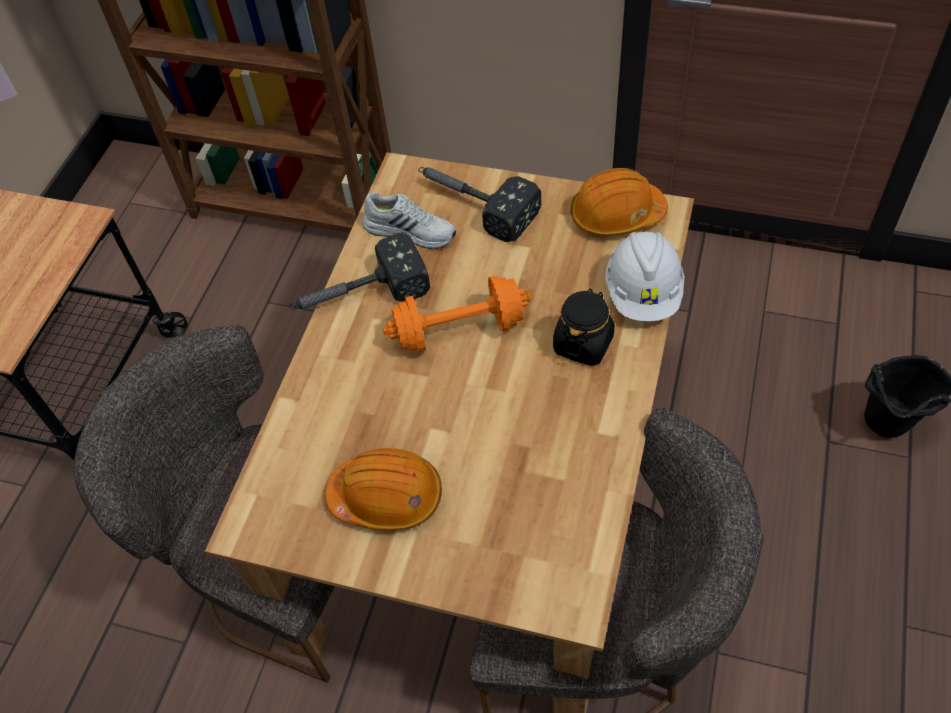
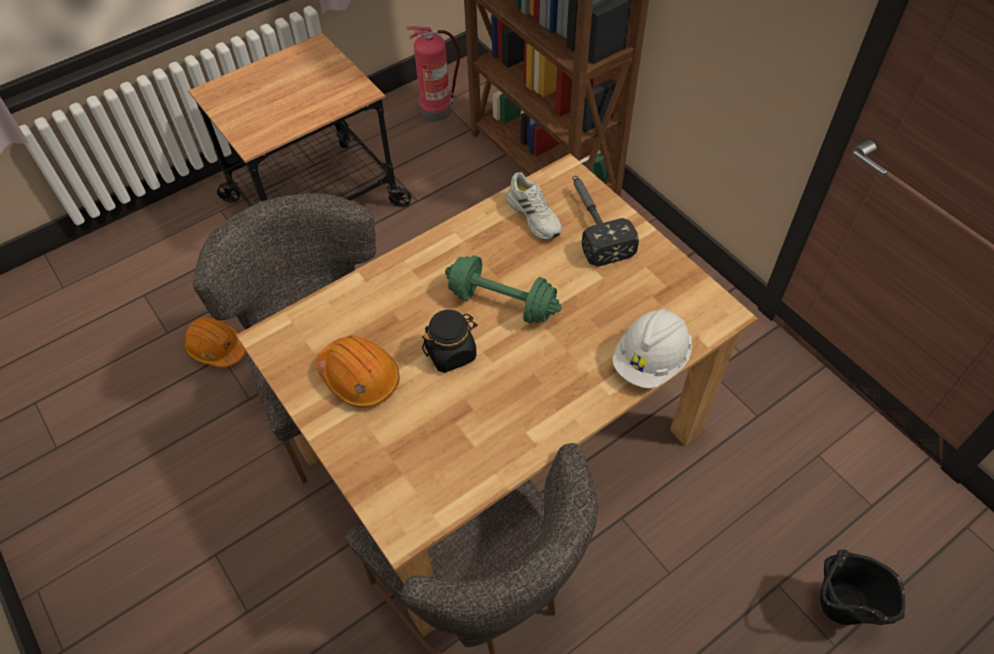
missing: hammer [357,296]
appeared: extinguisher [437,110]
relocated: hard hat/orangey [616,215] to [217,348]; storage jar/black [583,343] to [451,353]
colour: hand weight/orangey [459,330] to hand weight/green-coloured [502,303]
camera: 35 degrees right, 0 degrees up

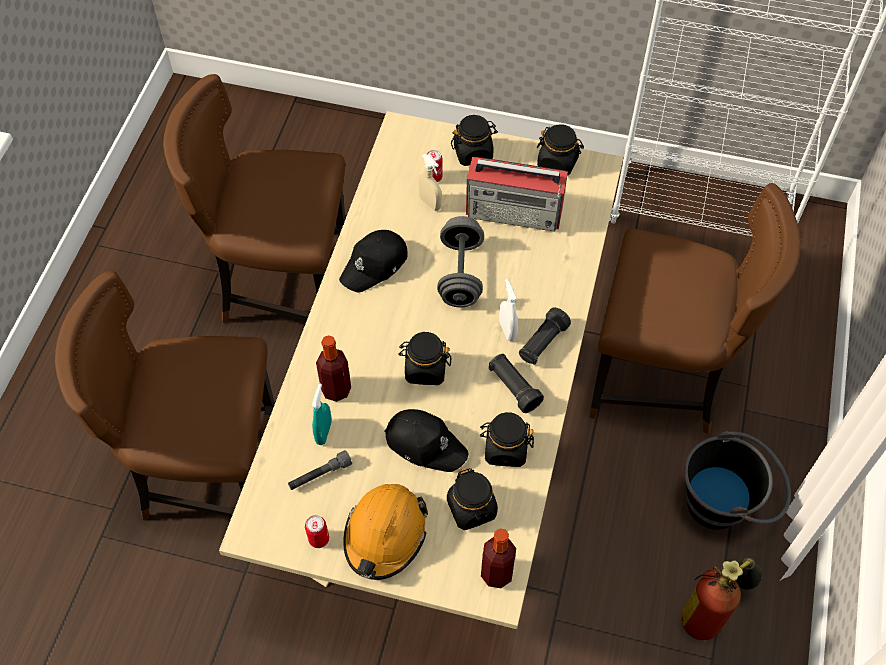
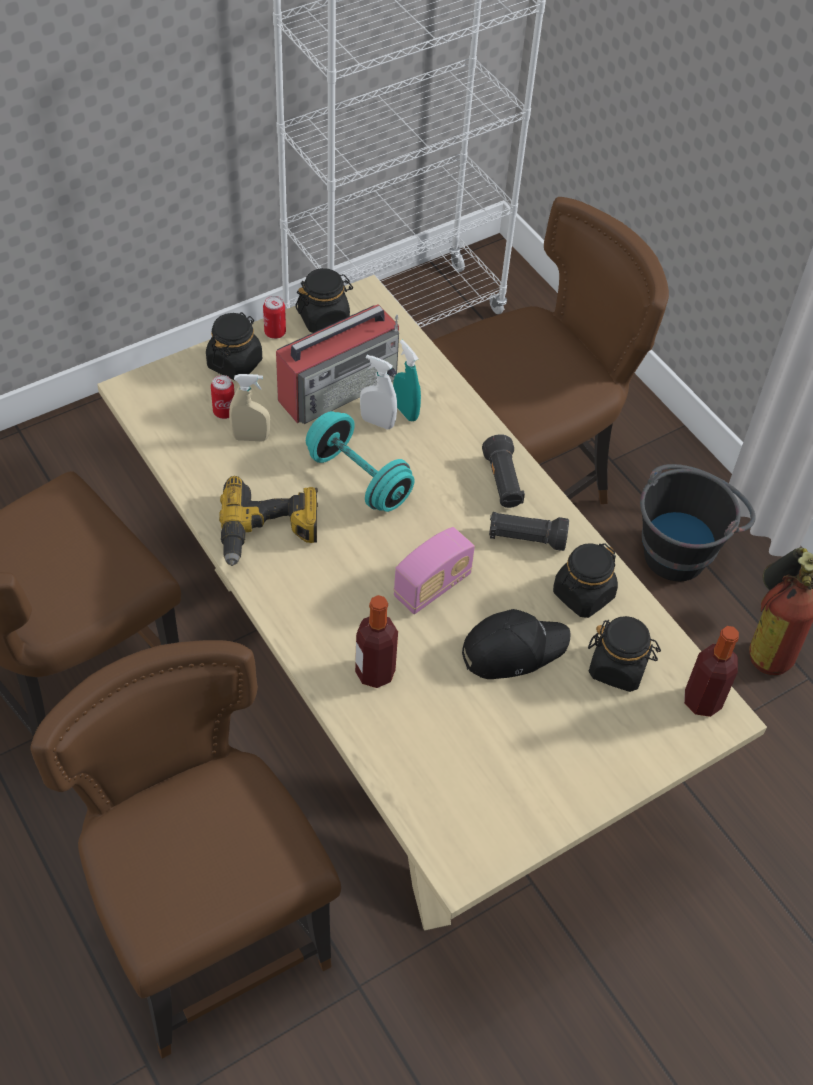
missing: flashlight/grey [320,475]; hard hat/orangey [385,535]
relocated: sprayer/white [507,330] to [377,422]; sprayer/blue-green [323,432] to [405,411]; sealed can [319,539] to [275,332]
exchanged: peaked cap/black [375,265] to electric drill [269,533]; storage jar/black [425,369] to radio receiver [432,586]
colour: hand weight/grey [460,274] to hand weight/blue-green [359,479]
spun: chair/brown [208,473] = [209,933] 105 degrees clockwise
camera: 50 degrees left, 5 degrees down

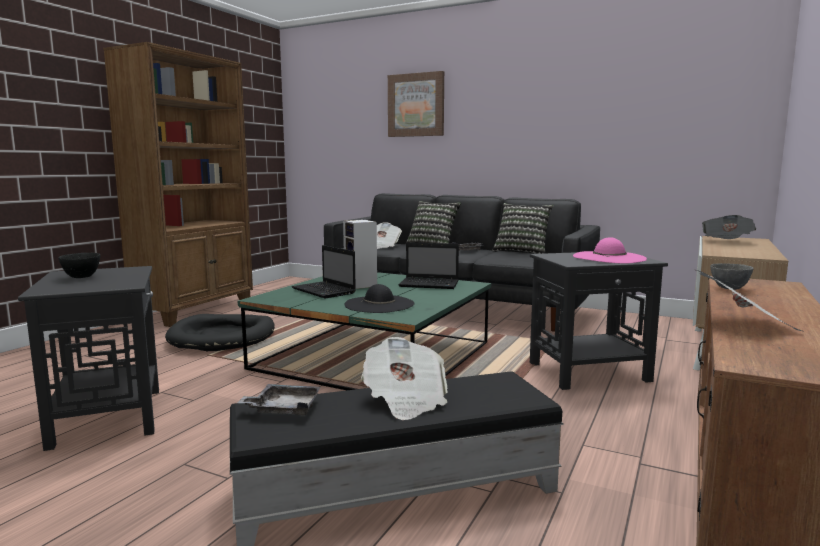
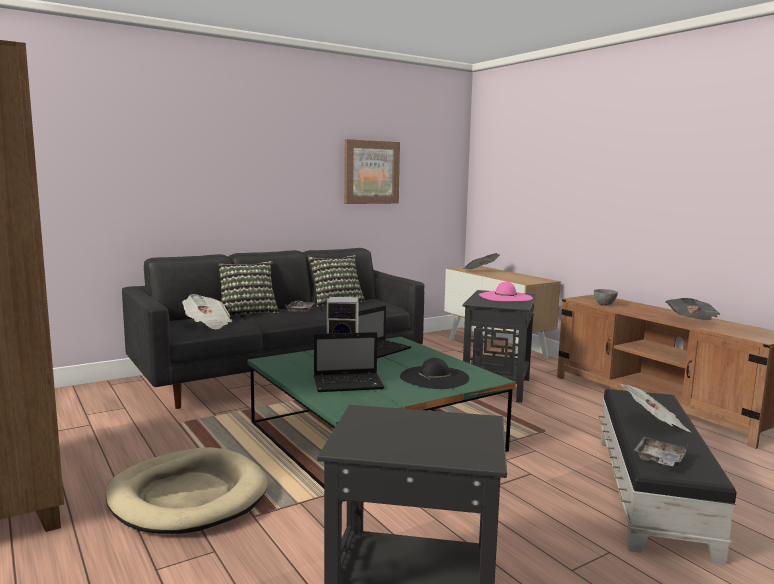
missing: serving bowl/black [82,277]
relocated: picture [416,105] to [371,172]
colour: pet bed/black [223,337] to pet bed/beige-coloured [188,496]
camera: 60 degrees left, 0 degrees up

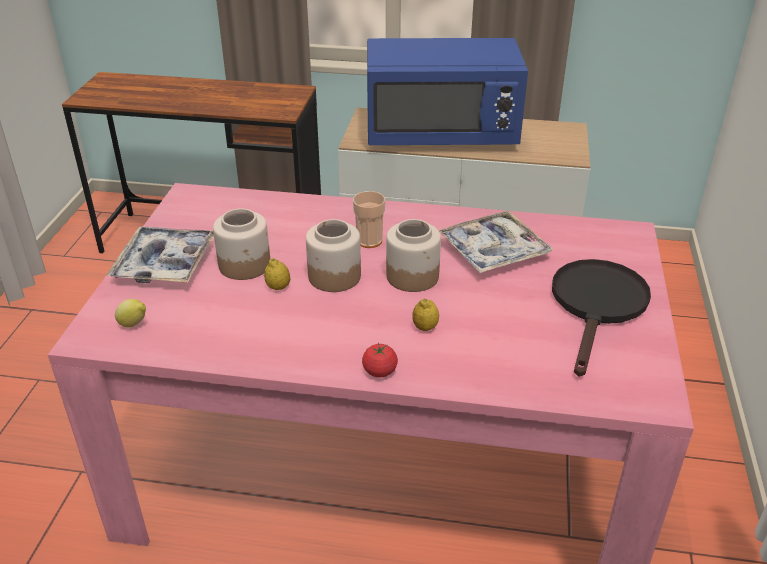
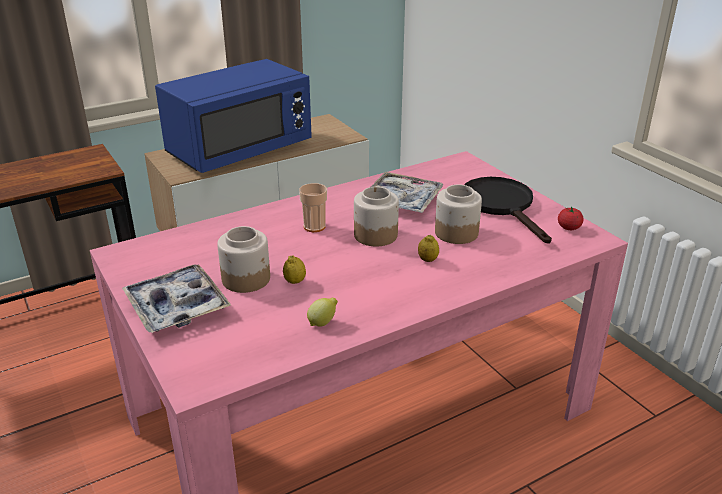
relocated: storage jar [334,276] to [455,233]; whole lemon [134,324] to [323,322]; tomato [379,371] to [569,227]
camera: 40 degrees left, 5 degrees down

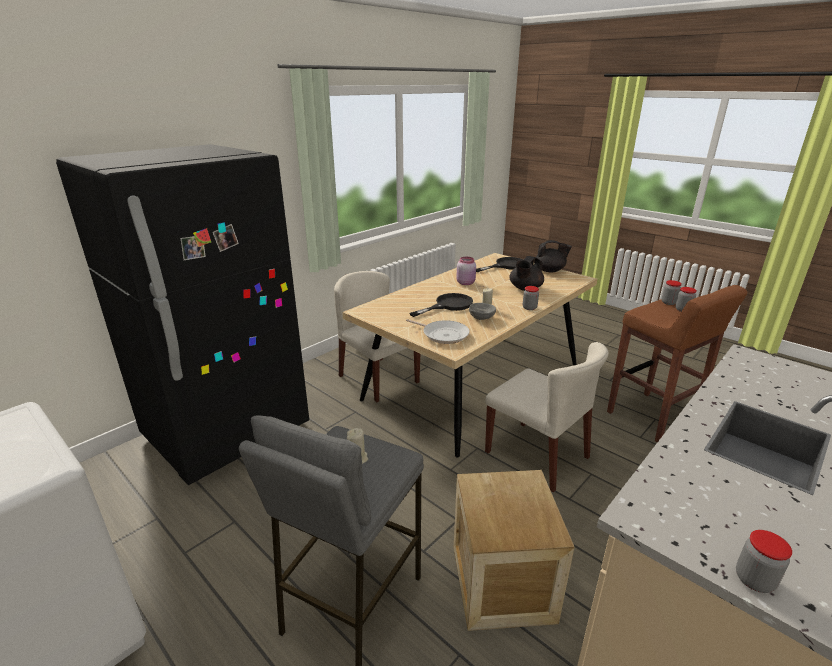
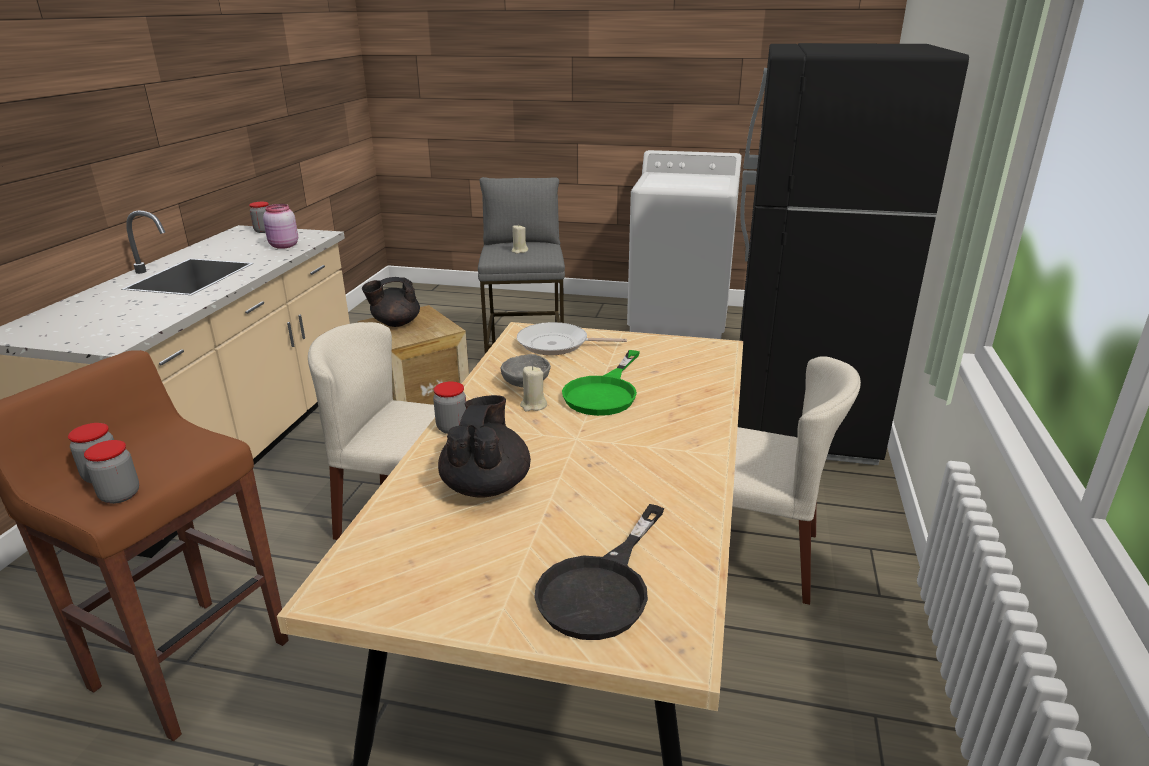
relocated: teapot/black [550,270] to [395,323]; storage jar/pink [466,283] to [283,246]
colour: pan/black [448,305] to pan/green-coloured [604,392]
camera: 150 degrees right, 0 degrees up

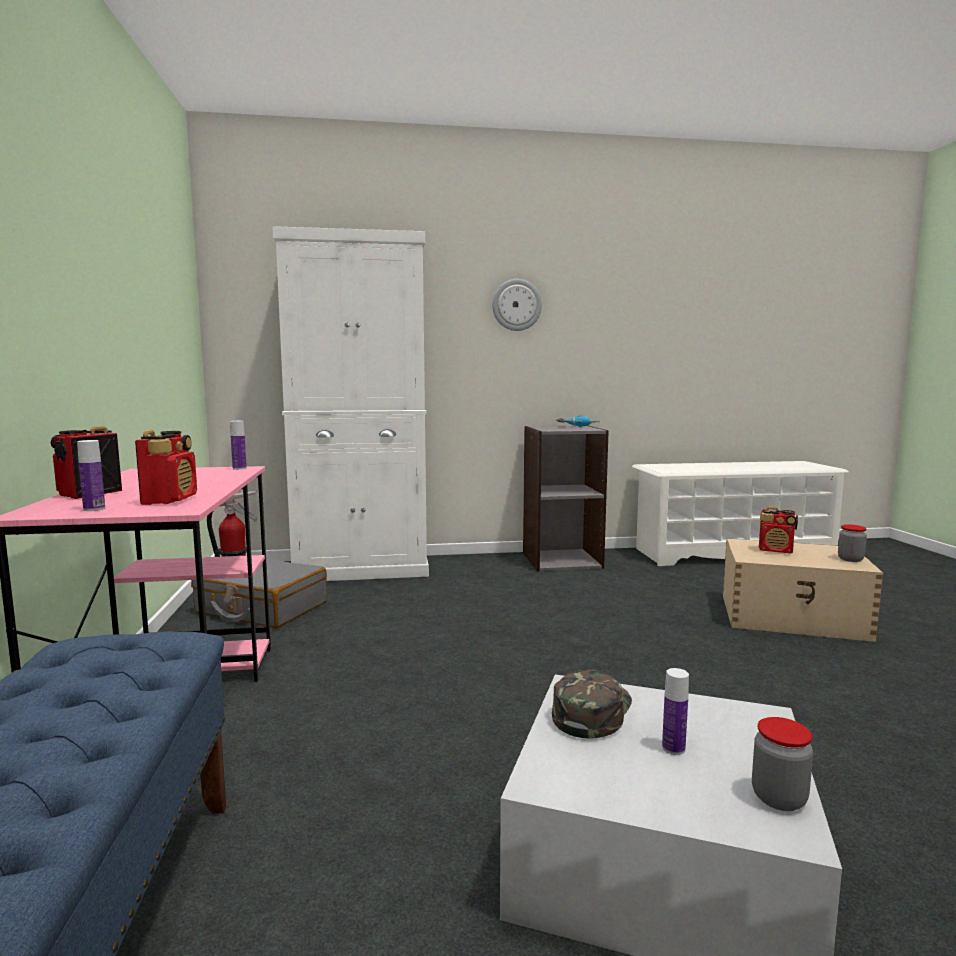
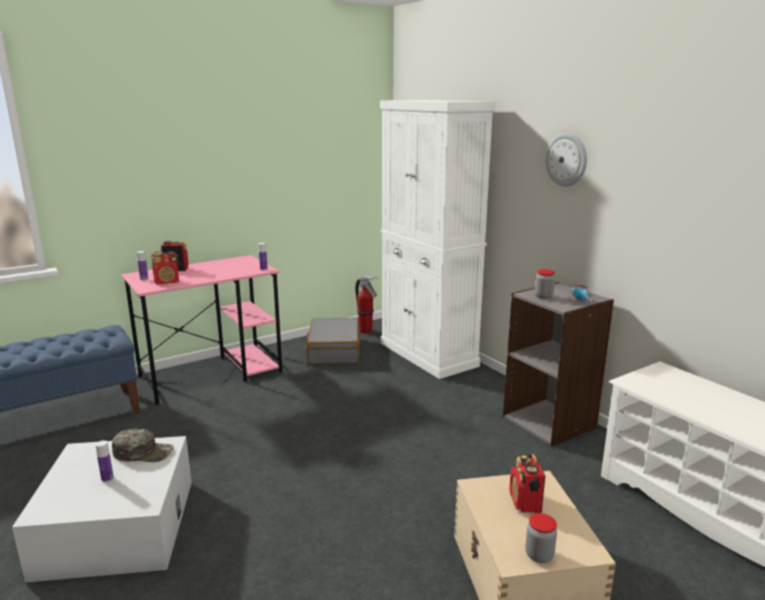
relocated: storage jar [779,798] to [543,296]
camera: 65 degrees right, 10 degrees up

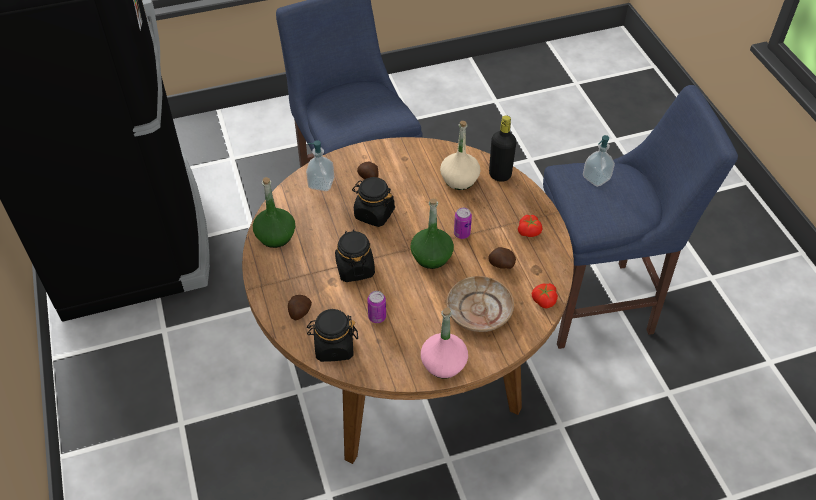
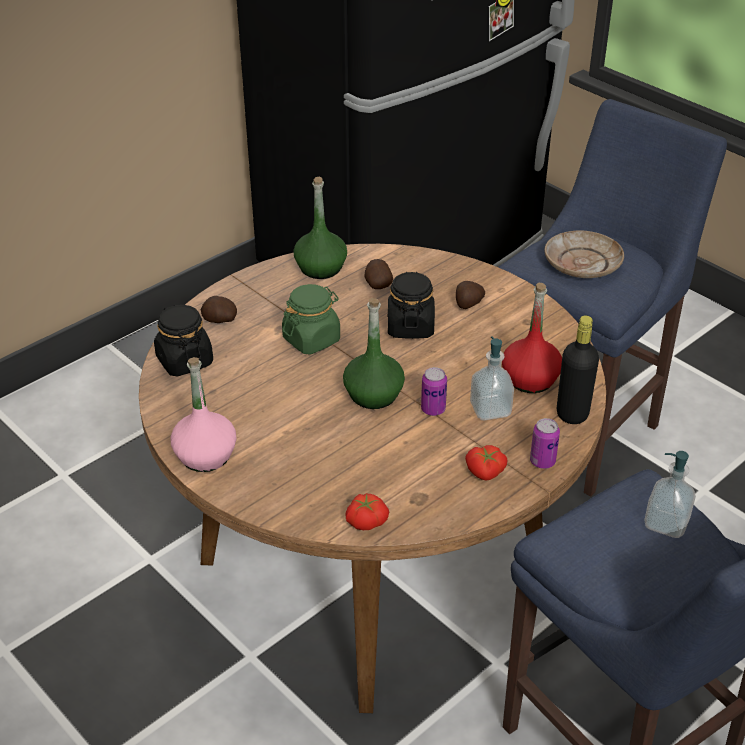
relocated: soap dispenser [321,183] to [490,409]; spud [501,264] to [377,284]; plate/beige-coloured [479,310] to [582,264]; sealed can [377,317] to [542,461]
colour: bottle/beige-coloured [459,179] to bottle/red [530,379]; storage jar/black [355,268] to storage jar/green-coloured [311,339]
camera: 65 degrees right, 10 degrees down

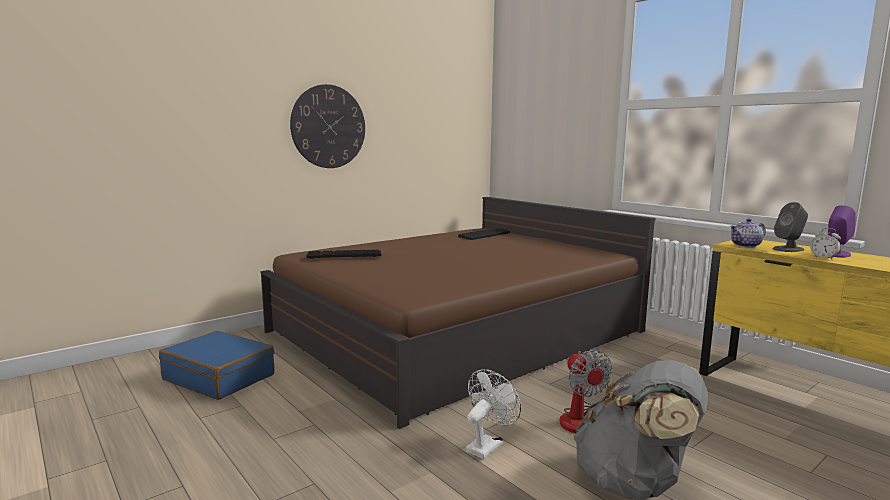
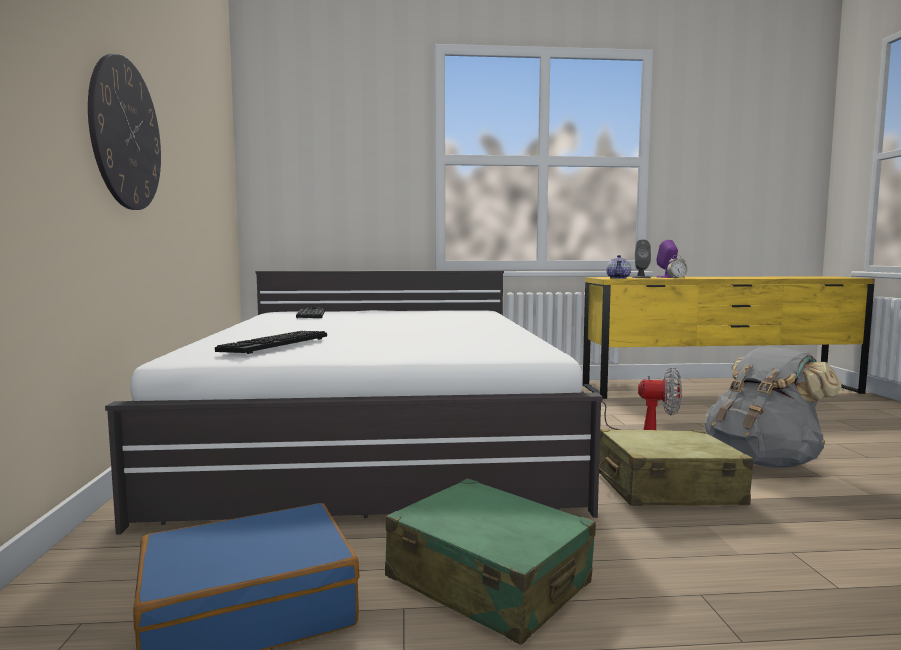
appeared: travel case/green-coloured [488,581]
exchanged: cooling fan/white [487,445] to travel case/beige-coloured [667,489]
colour: bed/brown [458,331] to bed/white [377,433]
camera: 55 degrees left, 5 degrees down

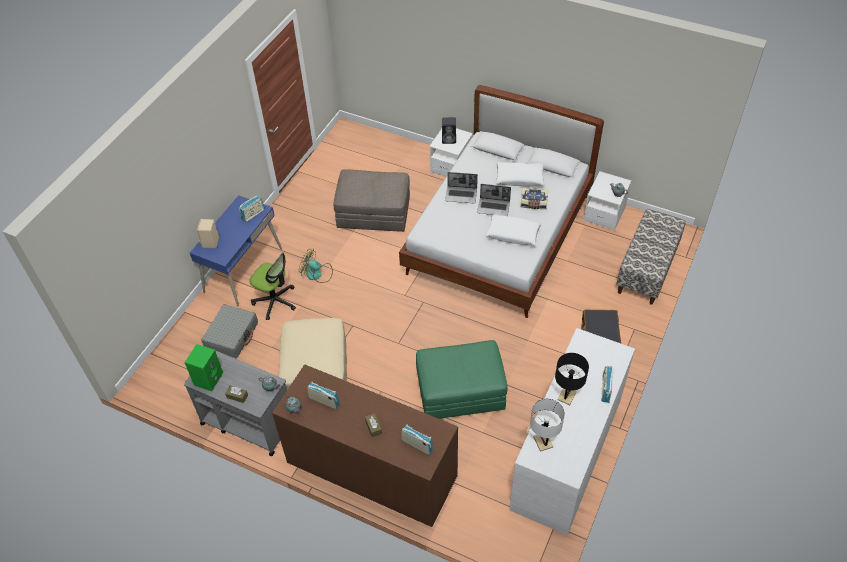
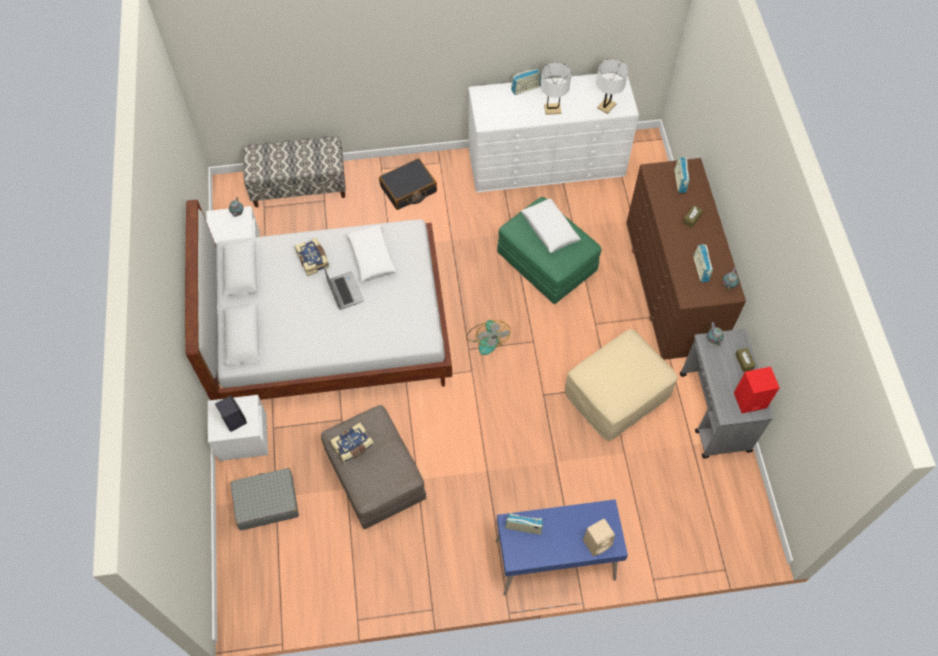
missing: laptop [461,195]; desk chair [275,301]
appeared: book [353,446]
relocated: cushion/white [519,178] to [549,229]; cooling fan [317,274] to [487,339]; travel case/grey [232,336] to [266,502]
colour: loudspeaker/green-coloured [208,378] to loudspeaker/red [749,401]; lamp for a table/black [567,396] to lamp for a table/white [552,109]
camera: 125 degrees left, 10 degrees up

